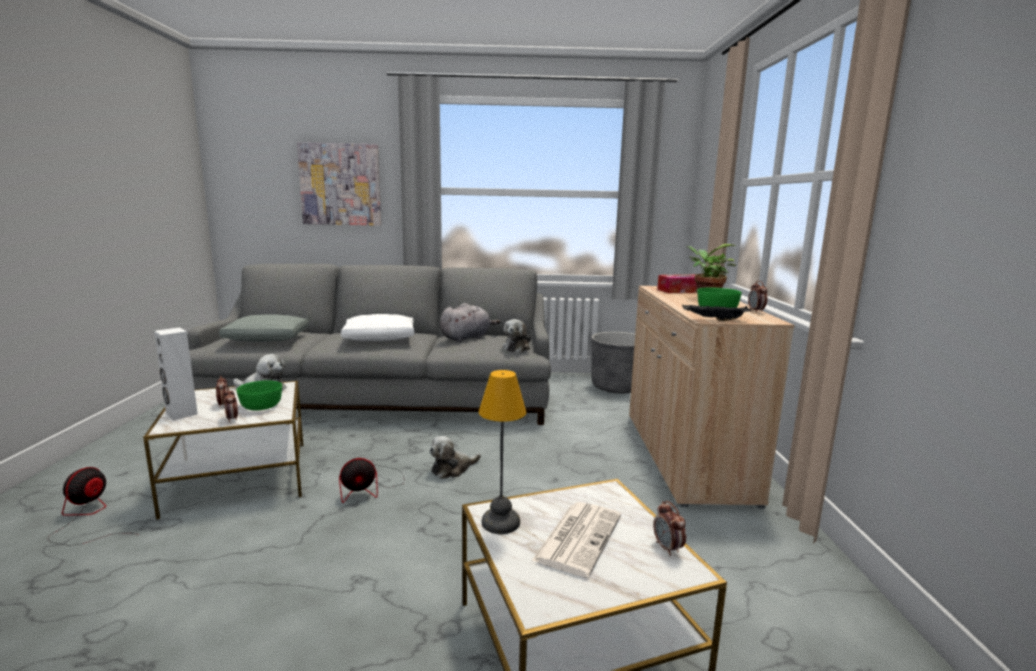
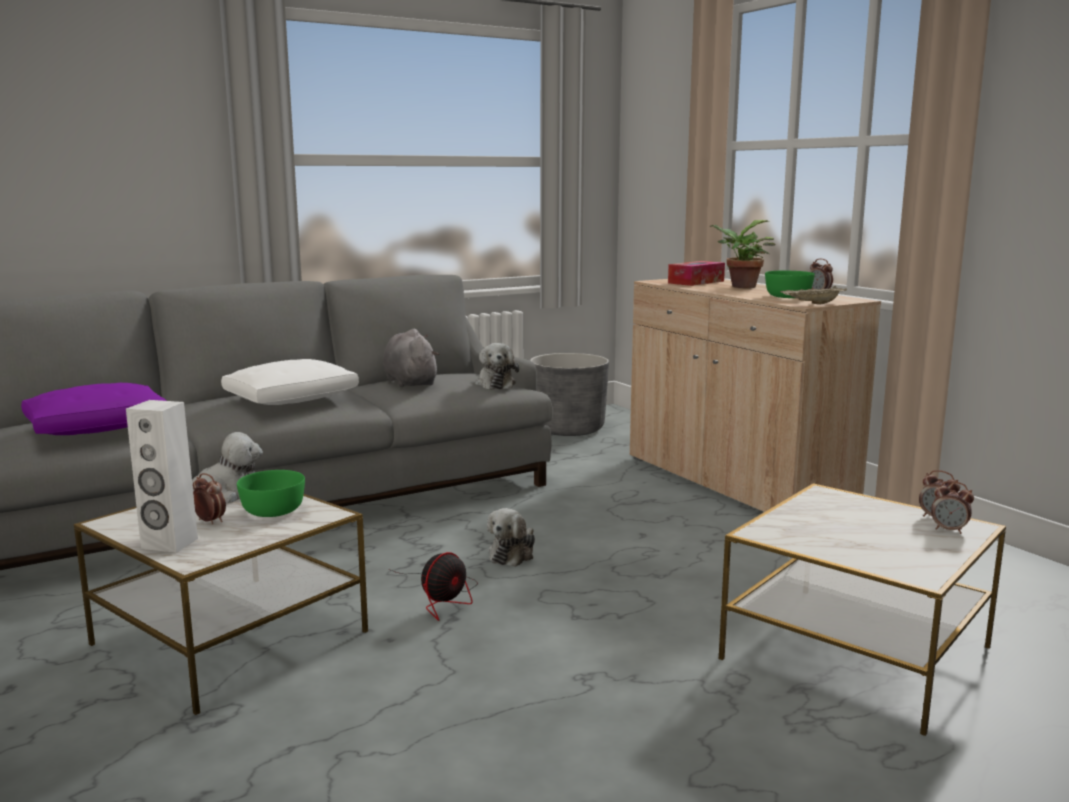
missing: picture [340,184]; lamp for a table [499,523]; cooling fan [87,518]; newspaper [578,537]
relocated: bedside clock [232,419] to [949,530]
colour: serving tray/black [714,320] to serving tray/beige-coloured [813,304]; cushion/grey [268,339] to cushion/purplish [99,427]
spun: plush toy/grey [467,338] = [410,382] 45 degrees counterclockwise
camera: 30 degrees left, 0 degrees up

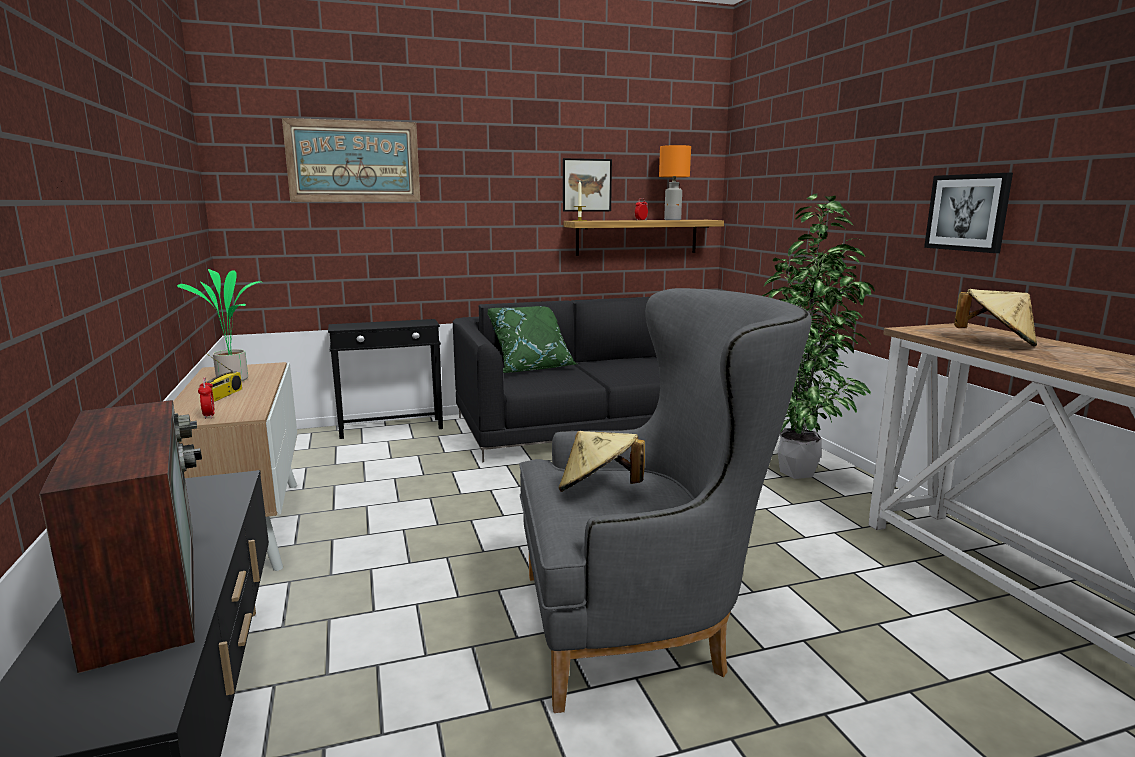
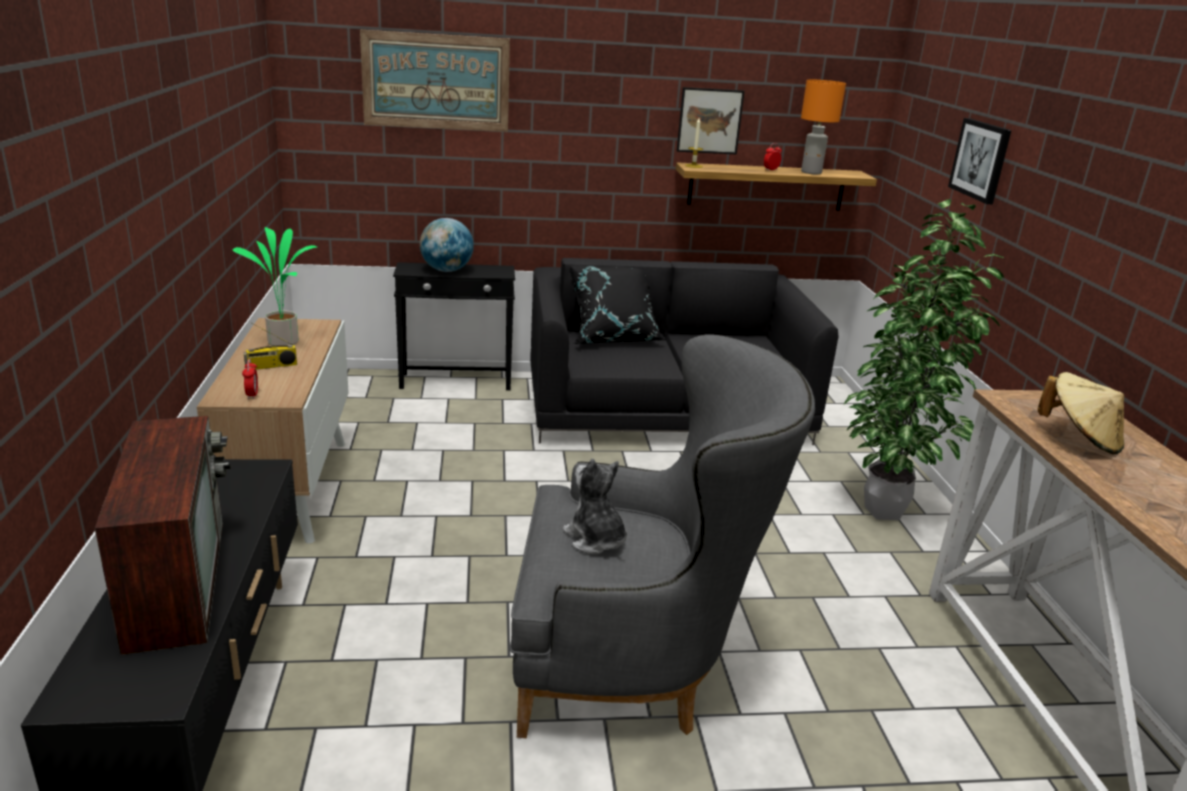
appeared: desk globe [446,270]
relocated: picture [968,212] to [981,160]
exchanged: clothing hat/beige-coloured [598,490] to plush toy [595,539]
colour: cushion/green-coloured [531,368] to cushion/black [613,338]
spun: radio receiver [224,395] = [271,366] 45 degrees clockwise
camera: 10 degrees right, 10 degrees up

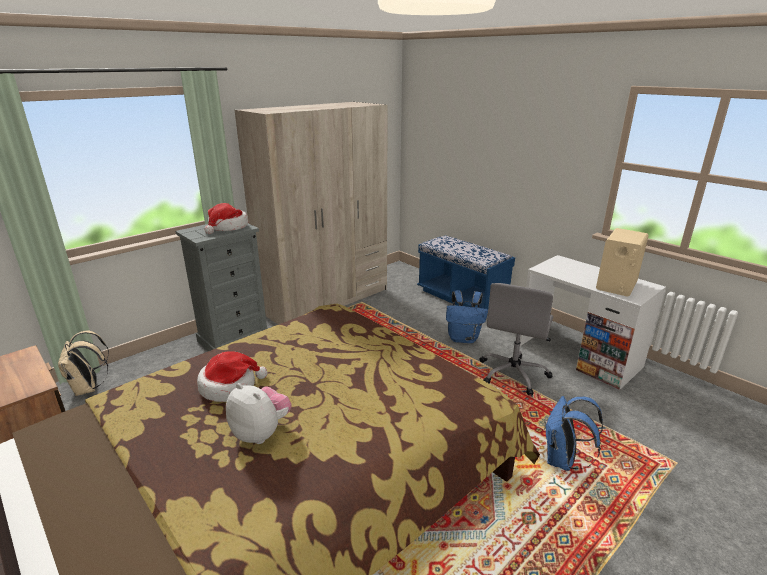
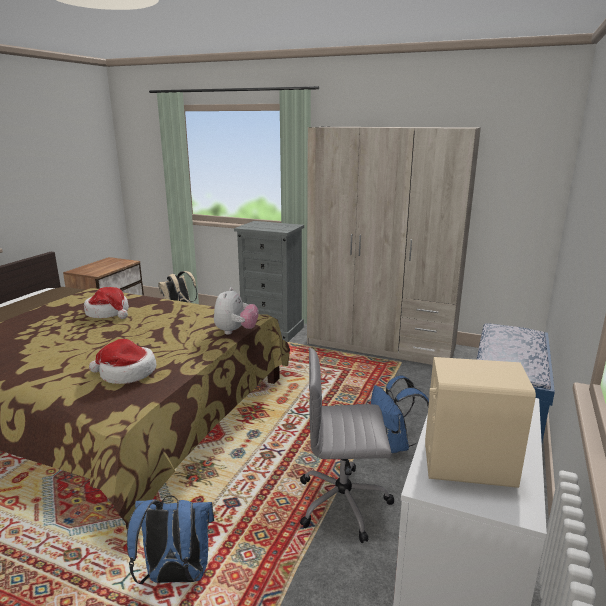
relocated: clothing hat [228,227] to [126,373]; plush toy [261,433] to [235,331]
camera: 65 degrees right, 5 degrees down

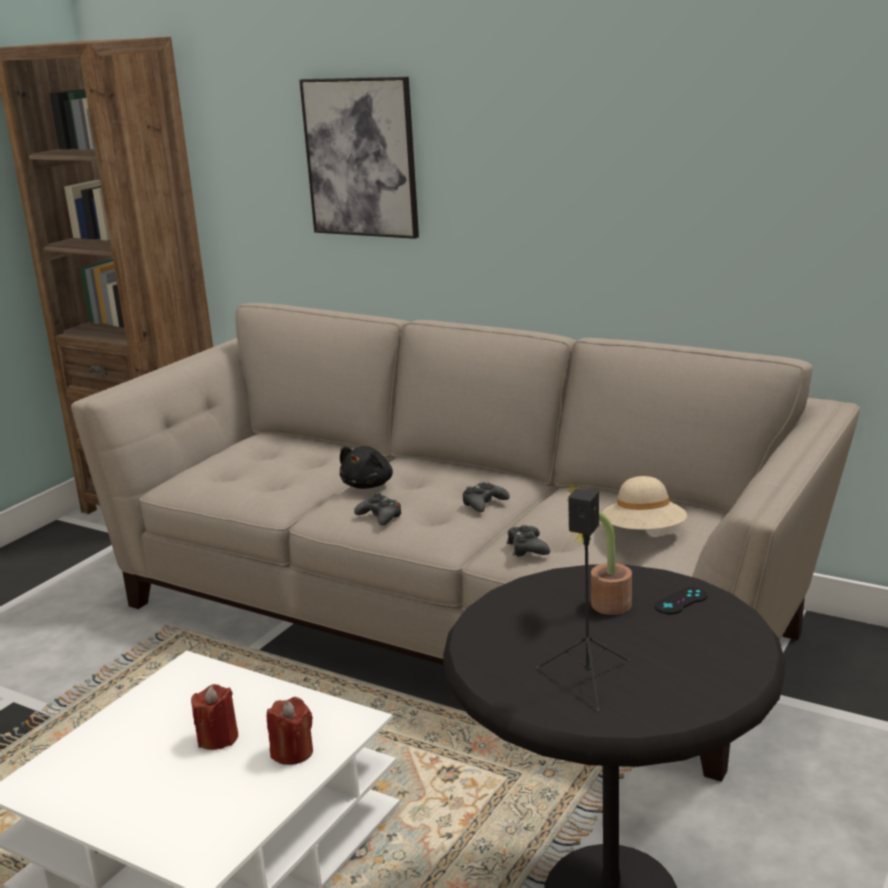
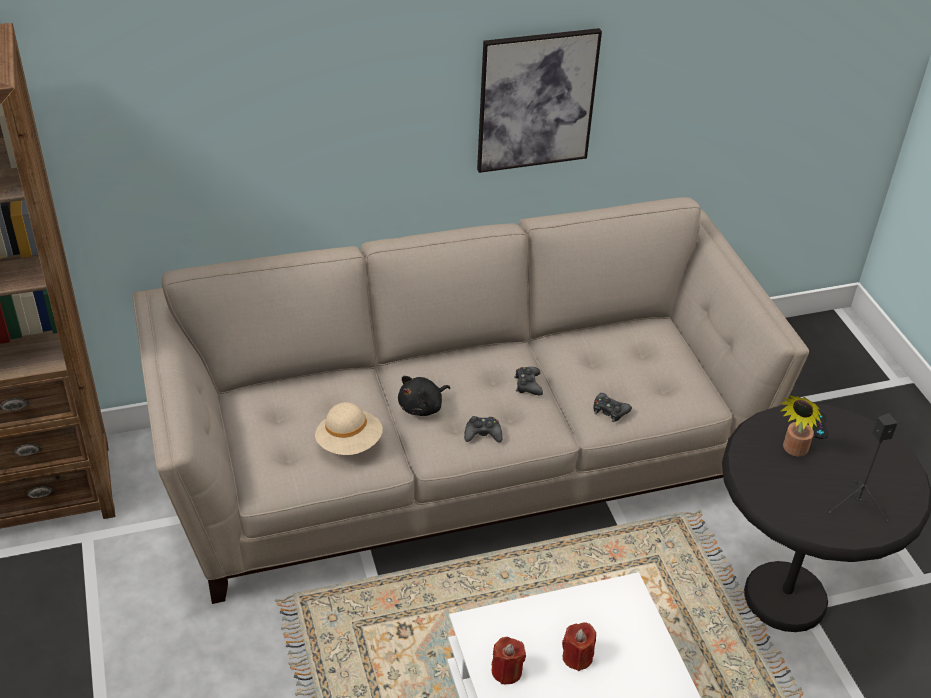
relocated: picture [361,157] to [536,100]; clothing hat/beige-coloured [644,533] to [349,443]; wax candle/red [292,752] to [506,671]
spun: plush toy/black [368,485] = [422,407] 75 degrees clockwise
camera: 50 degrees left, 20 degrees up

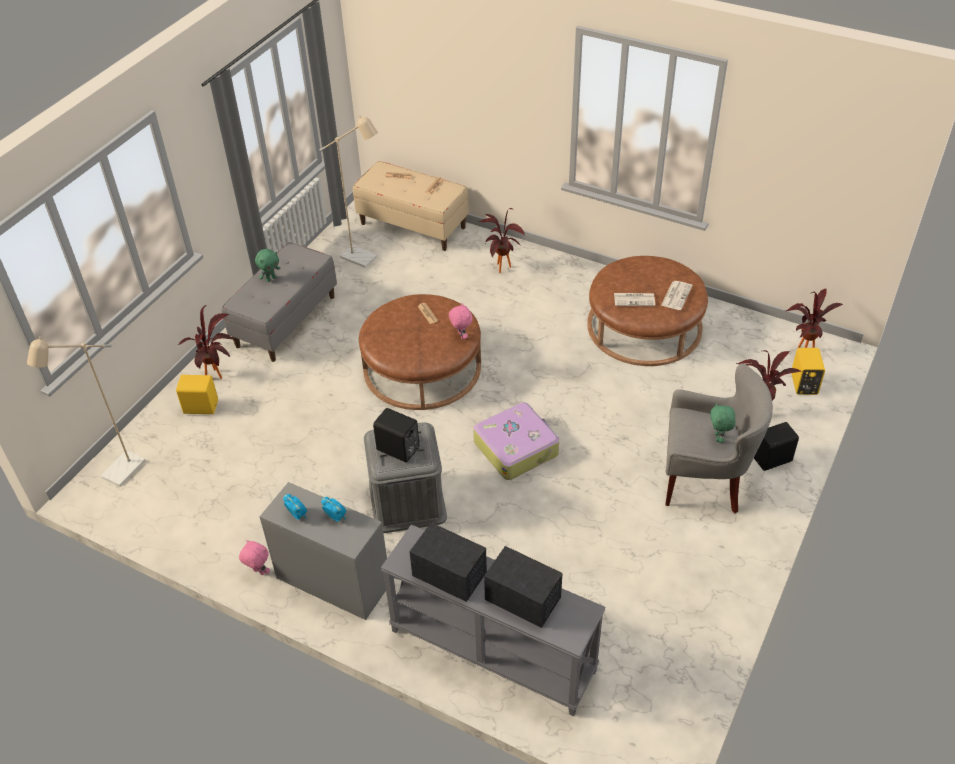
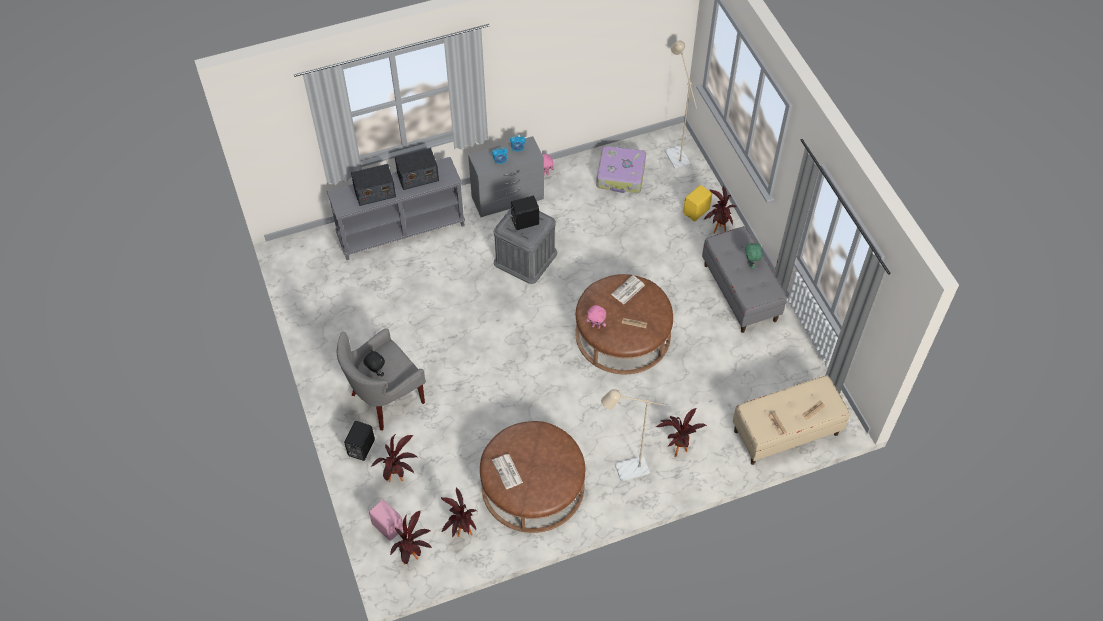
appeared: houseplant [461,535]
relocated: floor lamp/beige-coloured [364,259] to [626,471]; newspaper [635,299] to [628,290]; travel case [516,447] to [621,175]
colour: loudspeaker/yellow-coloured [803,384] to loudspeaker/pink [388,526]; plush toy/green-coloured [719,438] to plush toy/black [376,373]
camera: 130 degrees right, 10 degrees up

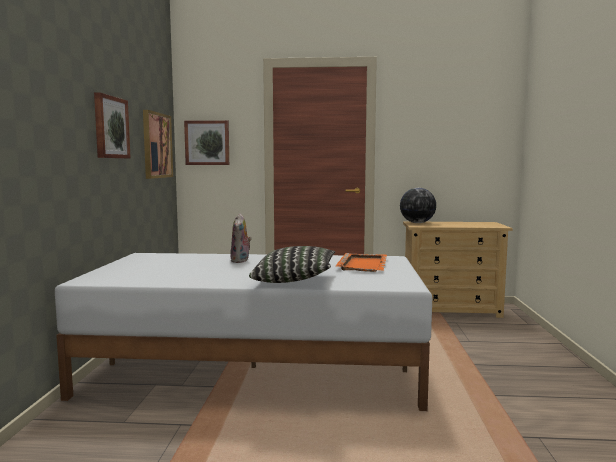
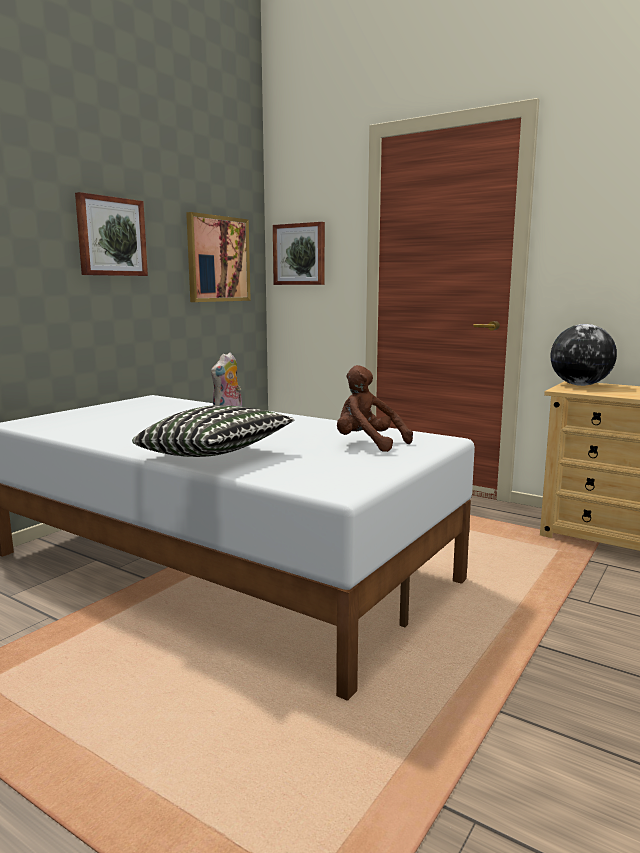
exchanged: serving tray/orangey [363,264] to plush toy/brown [367,444]
camera: 30 degrees right, 5 degrees up

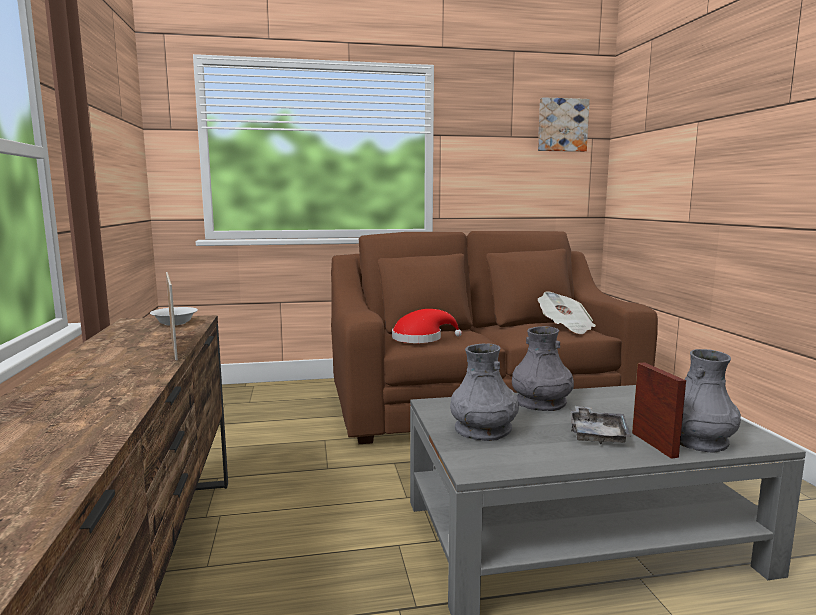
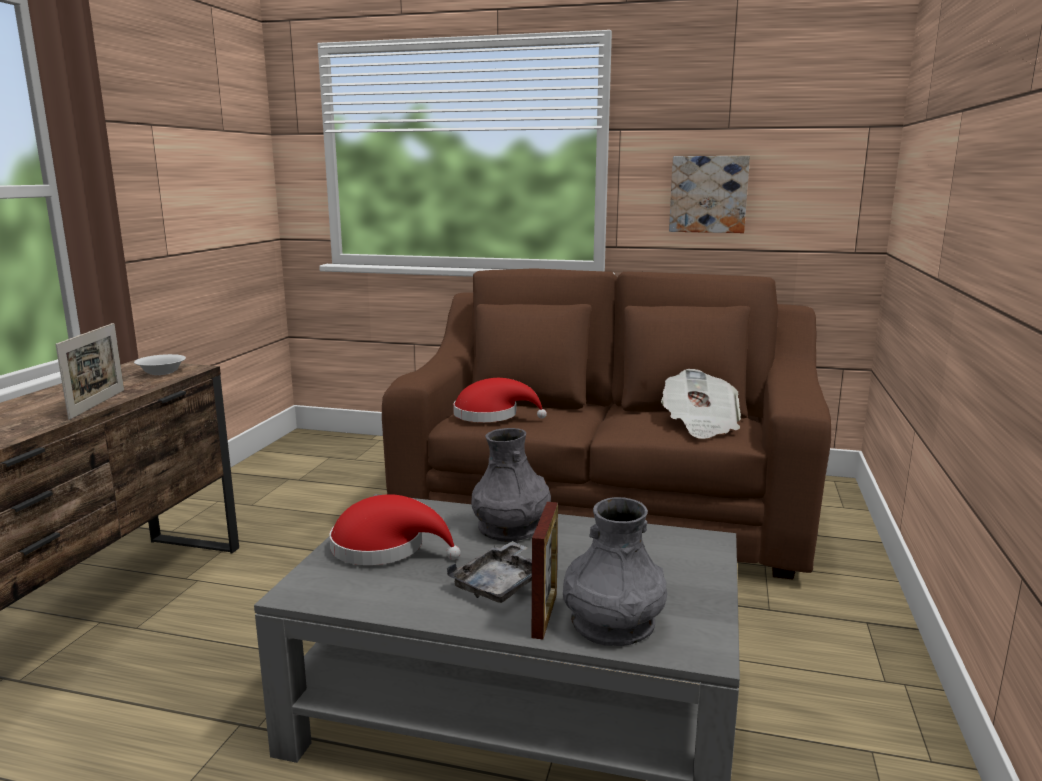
relocated: picture [562,125] to [708,194]
exchanged: flower vase/grey [483,429] to clothing hat/red [385,548]
camera: 25 degrees right, 5 degrees up

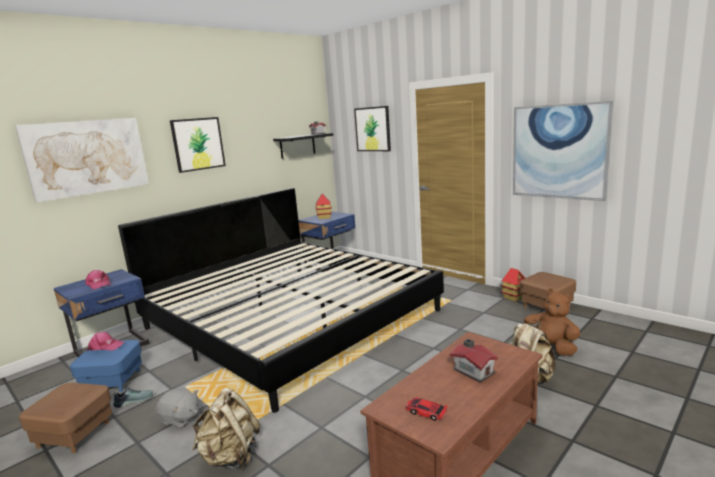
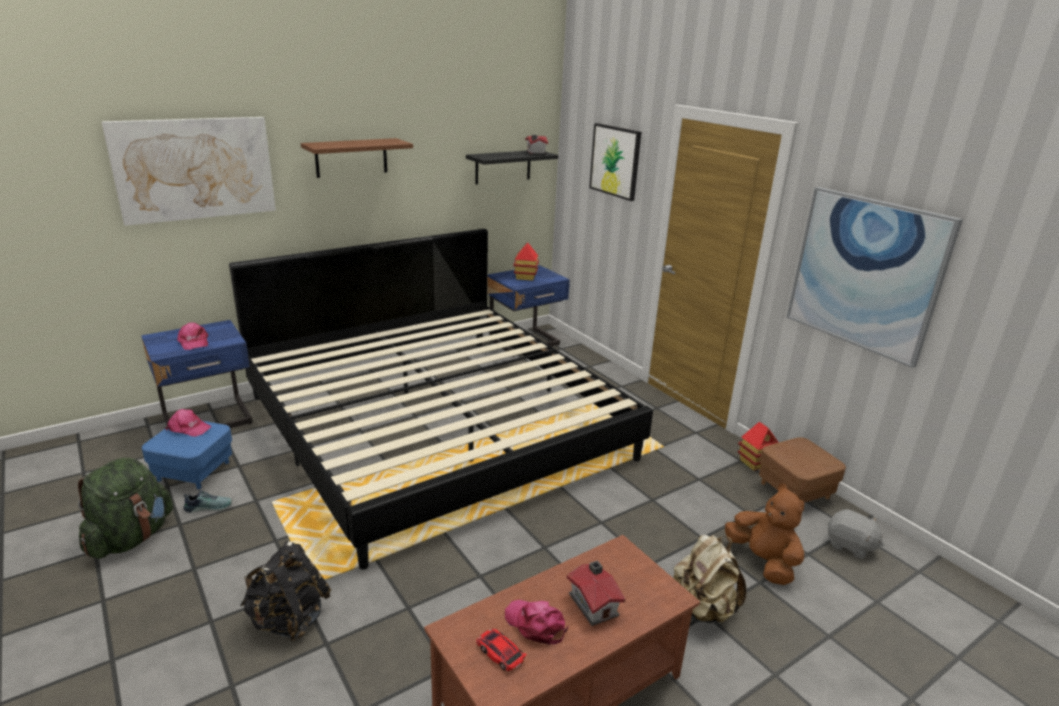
appeared: peaked cap/pink [536,624]
relocated: plush toy/grey [181,419] to [850,546]
exchanged: picture [198,144] to wall shelf/brown [351,157]; ottoman/brown [74,434] to backpack/green-coloured [131,537]
colour: backpack/beige-coloured [231,457] to backpack/black [289,620]
camera: 10 degrees right, 10 degrees up

